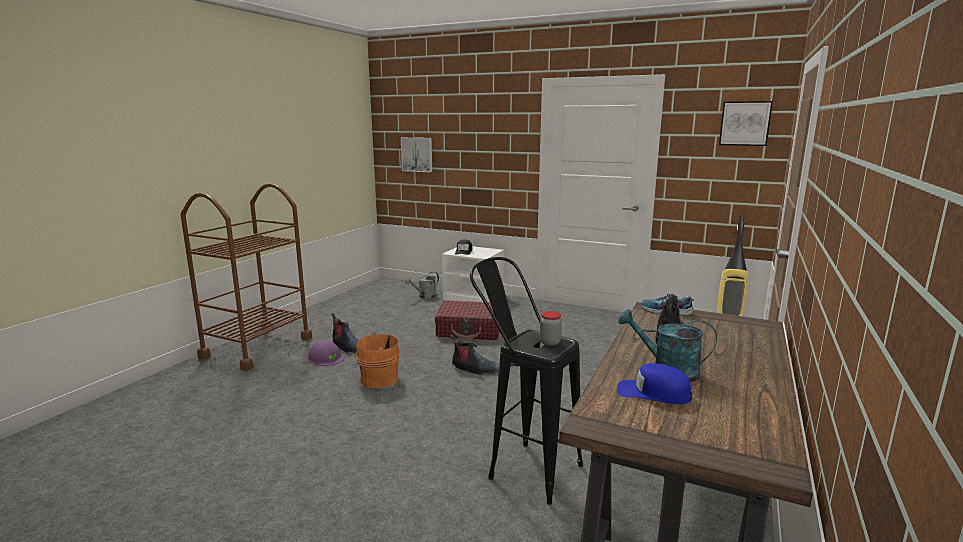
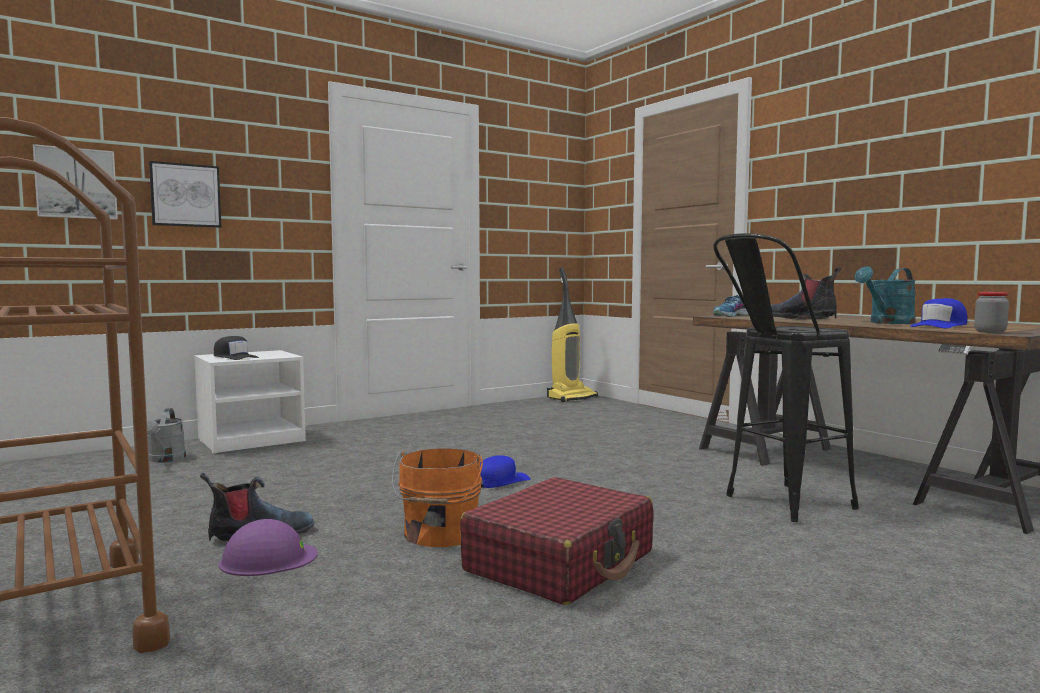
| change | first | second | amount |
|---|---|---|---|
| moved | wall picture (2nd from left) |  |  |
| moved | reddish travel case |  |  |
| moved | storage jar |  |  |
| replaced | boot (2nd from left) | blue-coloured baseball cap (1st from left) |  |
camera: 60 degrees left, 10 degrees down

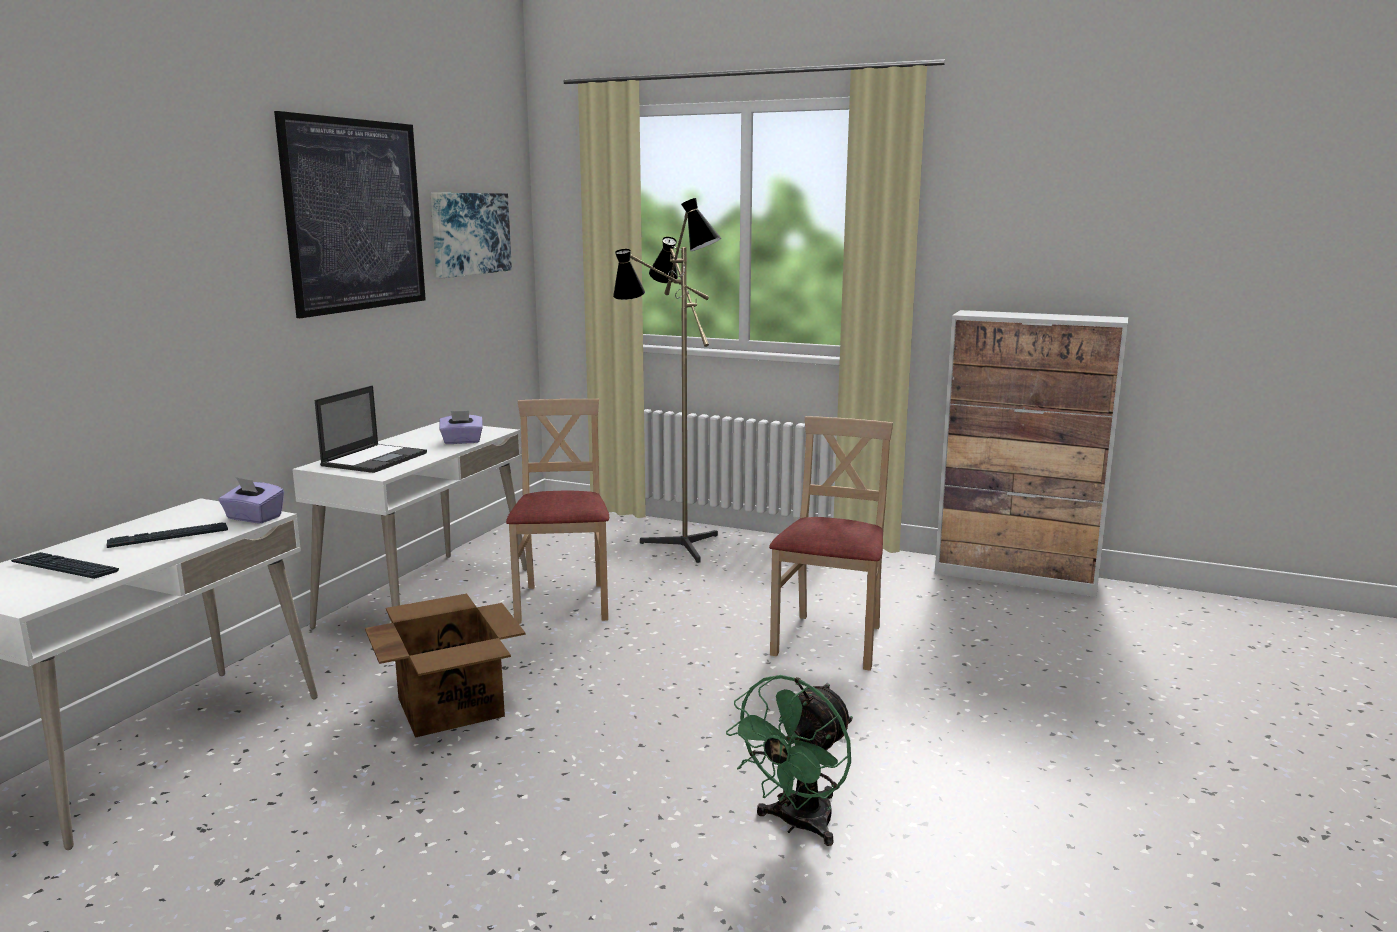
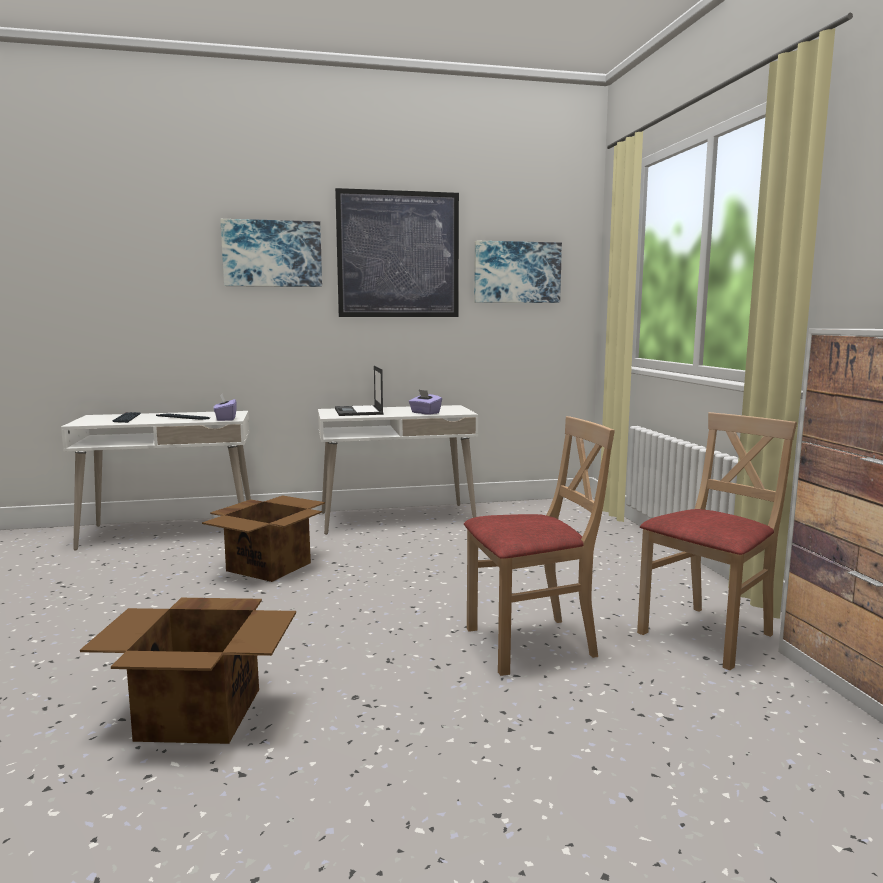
| change | first | second | amount |
|---|---|---|---|
| removed | standing lamp |  |  |
| turned | portable computer |  | 90 degrees clockwise |
| moved | beige chair (1st from left in the first image) | beige chair (2nd from left) |  |
| replaced | green-coloured cooling fan | carton (1st from left) |  |
| added |  | wall picture (1st from left) |  |
camera: 55 degrees right, 5 degrees down

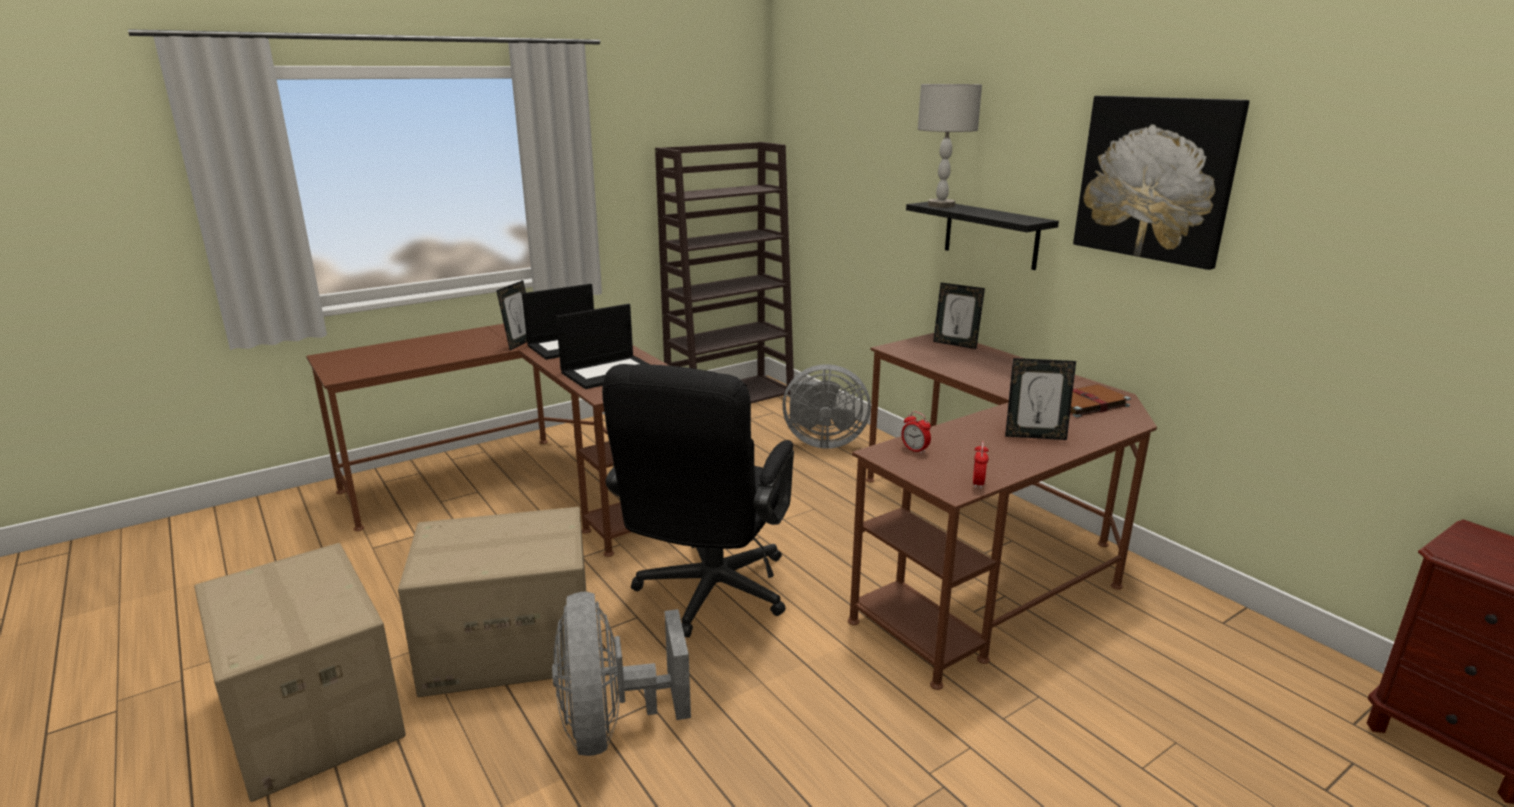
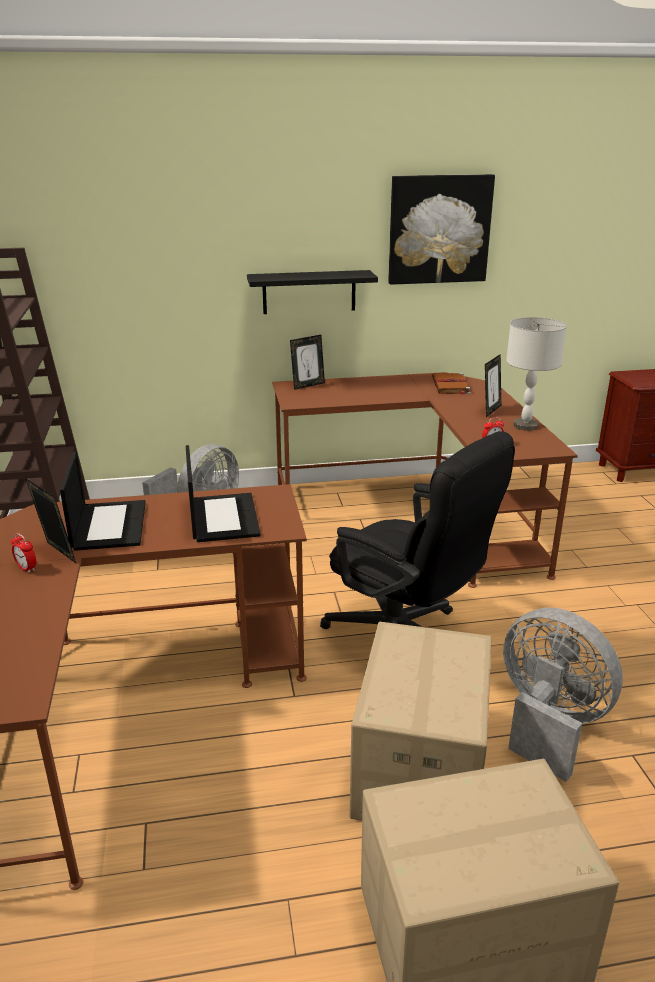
| change | first | second | amount |
|---|---|---|---|
| moved | gray tabletop lamp |  |  |
| moved | table clock (2nd from left in the first image) | table clock (1st from left) |  |
| turned | gray cooling fan (1st from left in the first image) | gray cooling fan (2nd from left) | 150 degrees counterclockwise |
camera: 65 degrees left, 5 degrees up

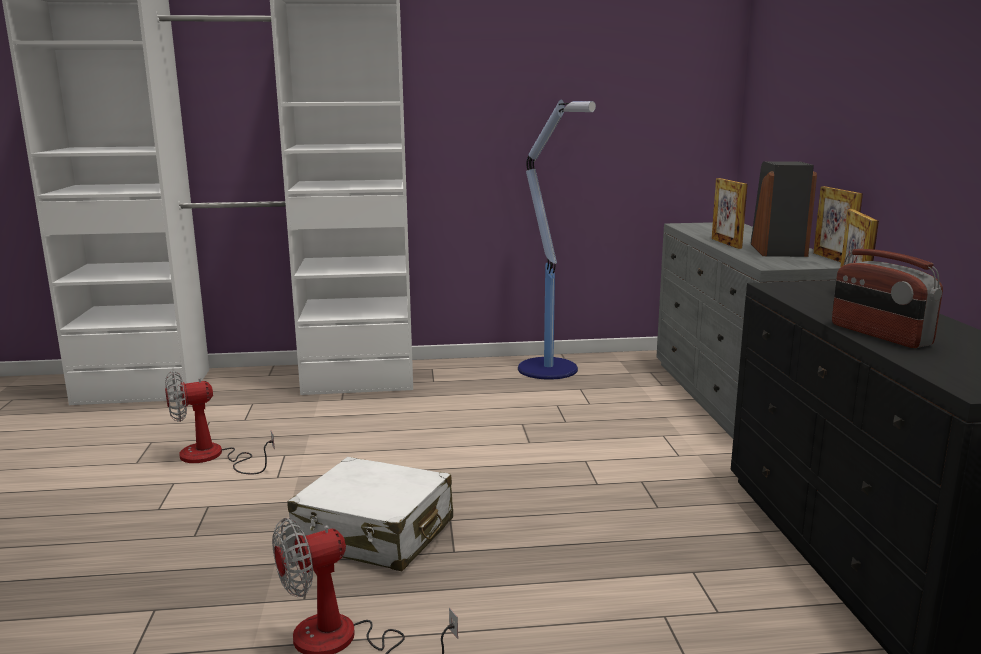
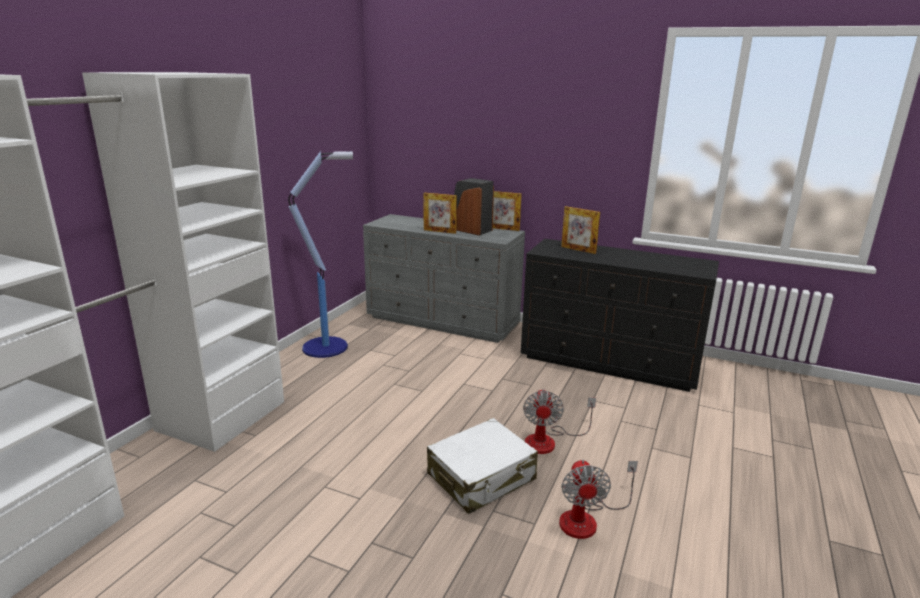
| change | first | second | amount |
|---|---|---|---|
| removed | radio set |  |  |
| moved | cooling fan (1st from left) |  |  |
camera: 60 degrees left, 5 degrees up

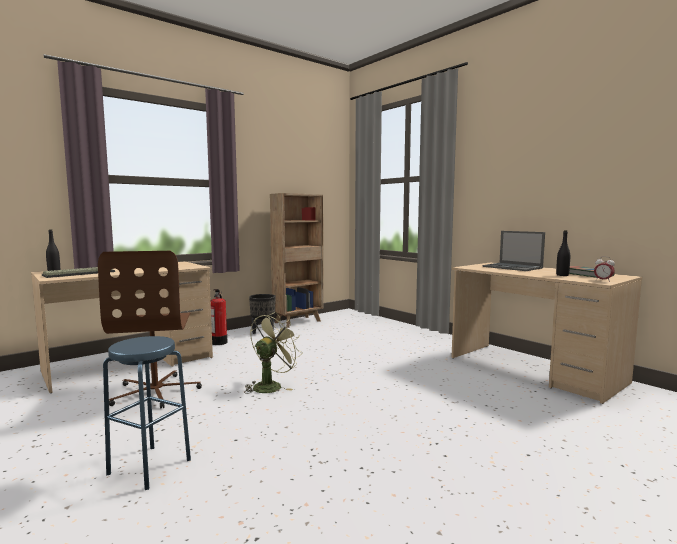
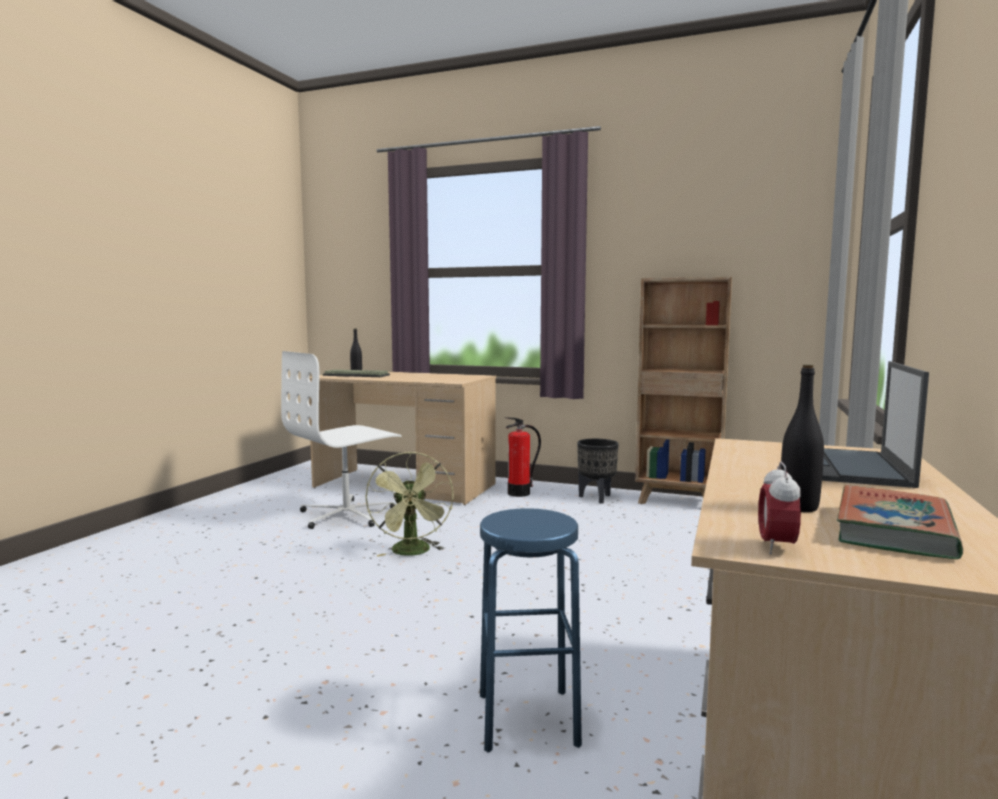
| change | first | second | amount |
|---|---|---|---|
| recoloured | brown-coloured computer chair | whitish computer chair |  |
| turned | green-coloured cooling fan |  | 75 degrees clockwise |
| moved | blue-coloured stool seat |  |  |
camera: 60 degrees right, 0 degrees up

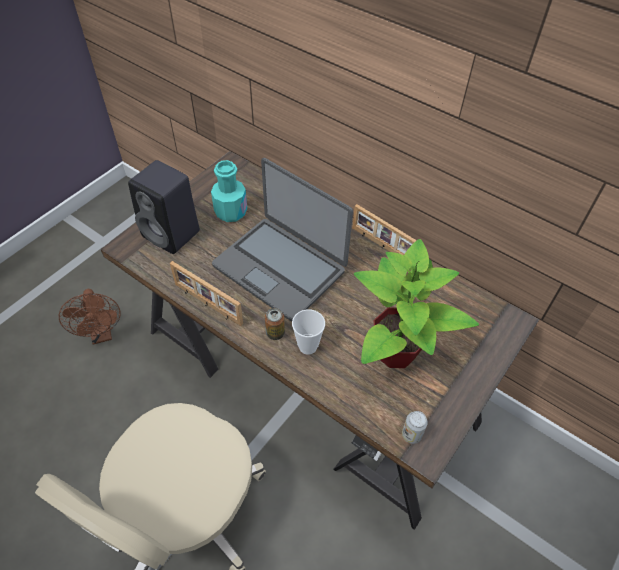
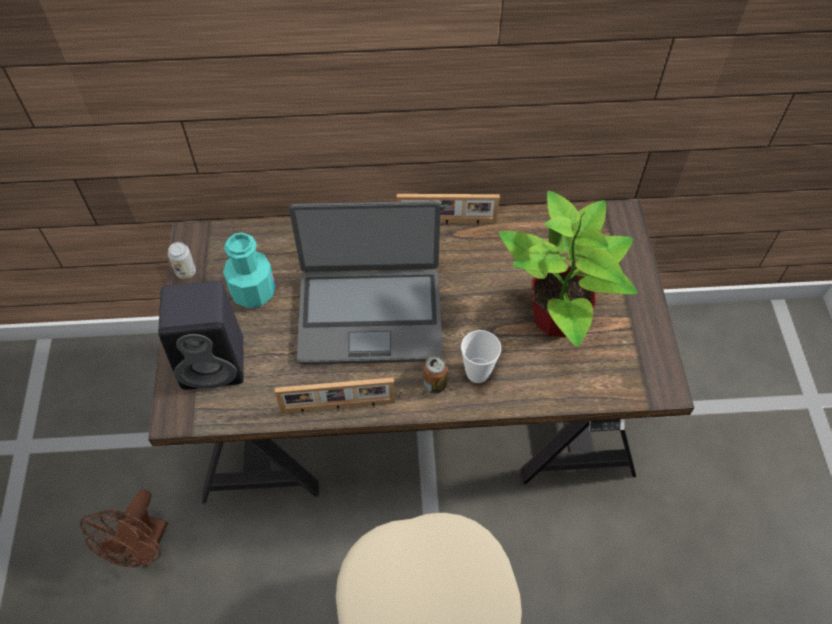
| change | first | second | amount |
|---|---|---|---|
| turned | brown-coloured cooling fan |  | 75 degrees clockwise |
| moved | metal can (2nd from left in the first image) | metal can (1st from left) |  |
camera: 40 degrees left, 5 degrees up

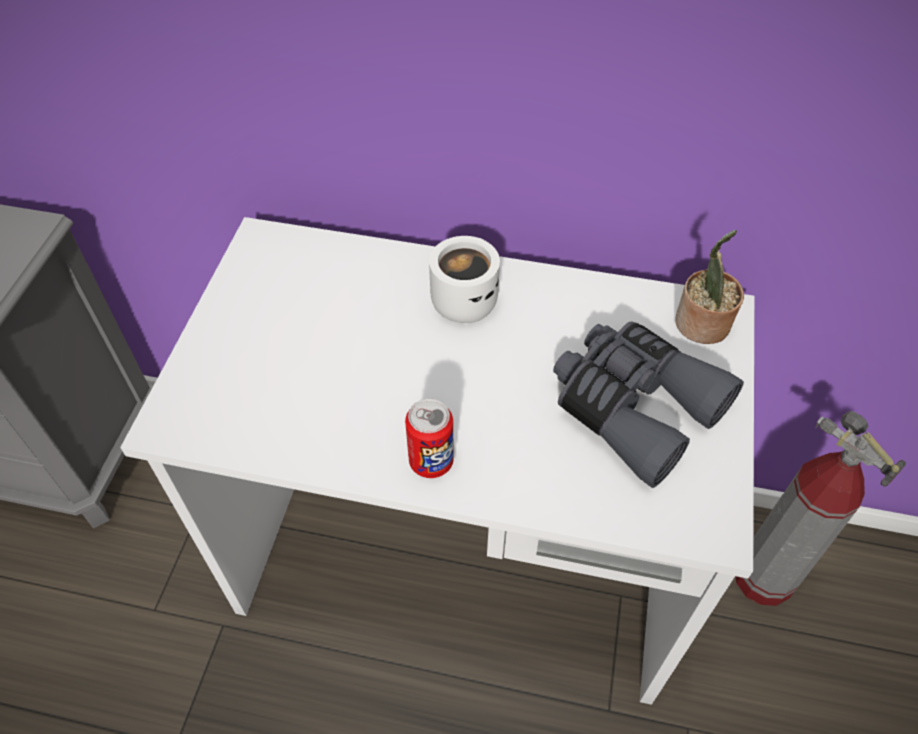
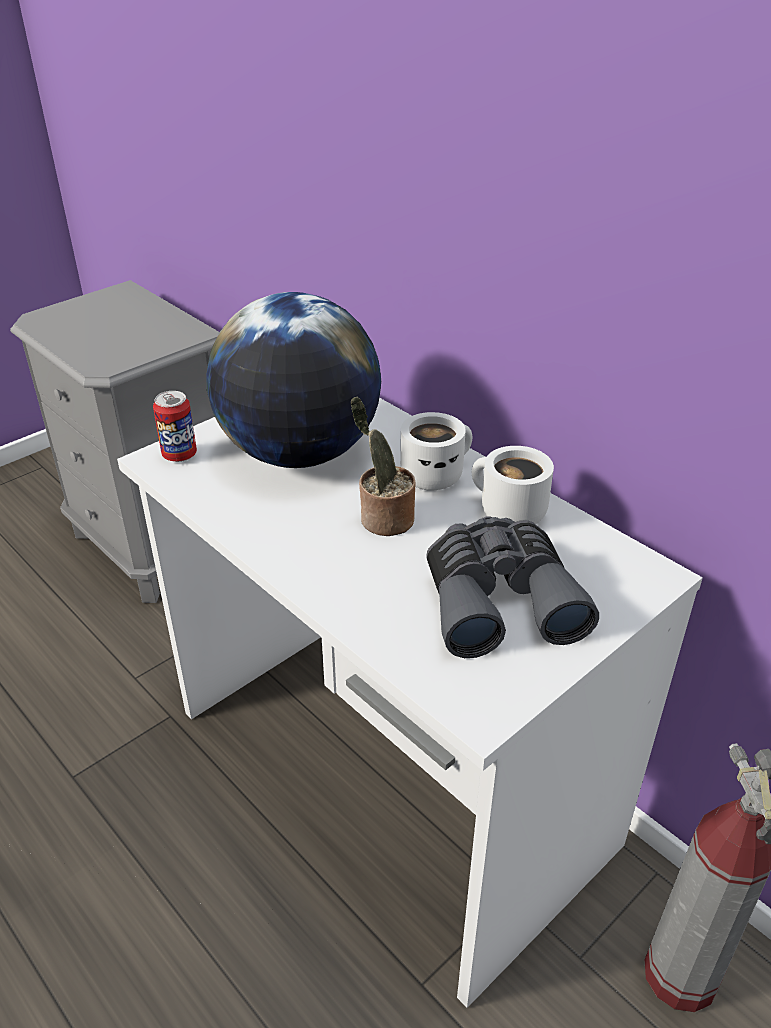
| change | first | second | amount |
|---|---|---|---|
| moved | houseplant |  |  |
| moved | metal can |  |  |
| added |  | world globe |  |
| added |  | whitish coffee mug (2nd from left) |  |
camera: 35 degrees right, 15 degrees down

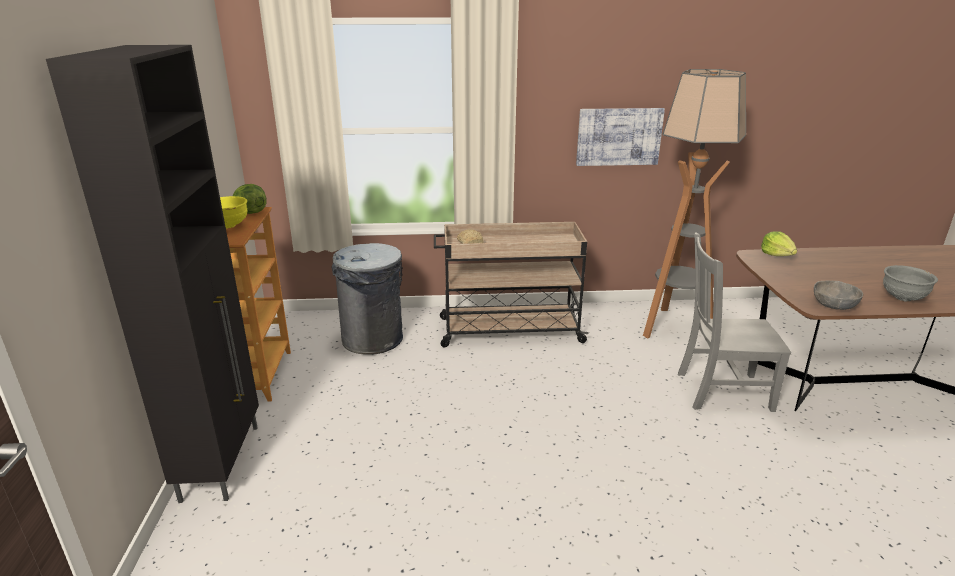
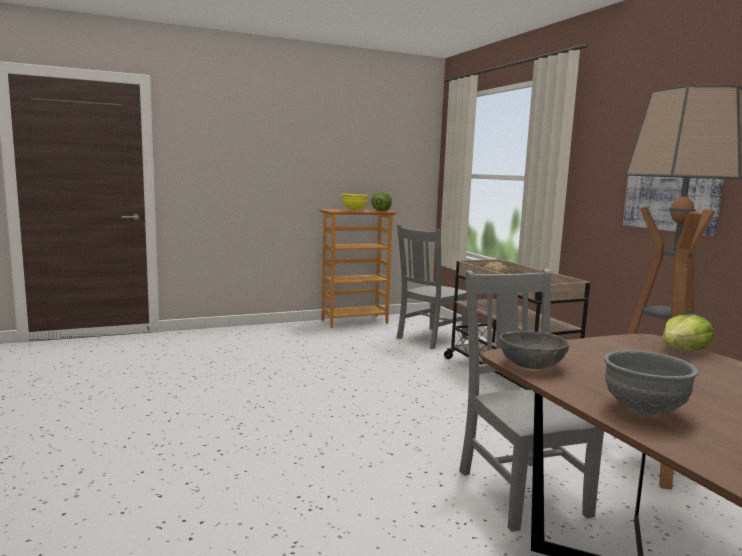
| change | first | second | amount |
|---|---|---|---|
| removed | blackish cupboard |  |  |
| replaced | gray trash can | gray chair (1st from left) |  |
camera: 70 degrees right, 15 degrees down

